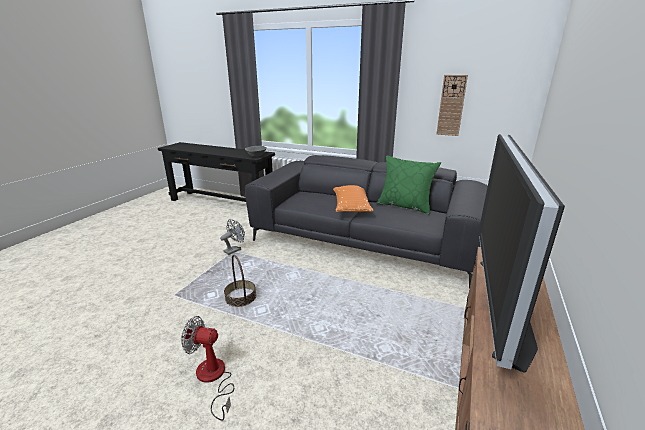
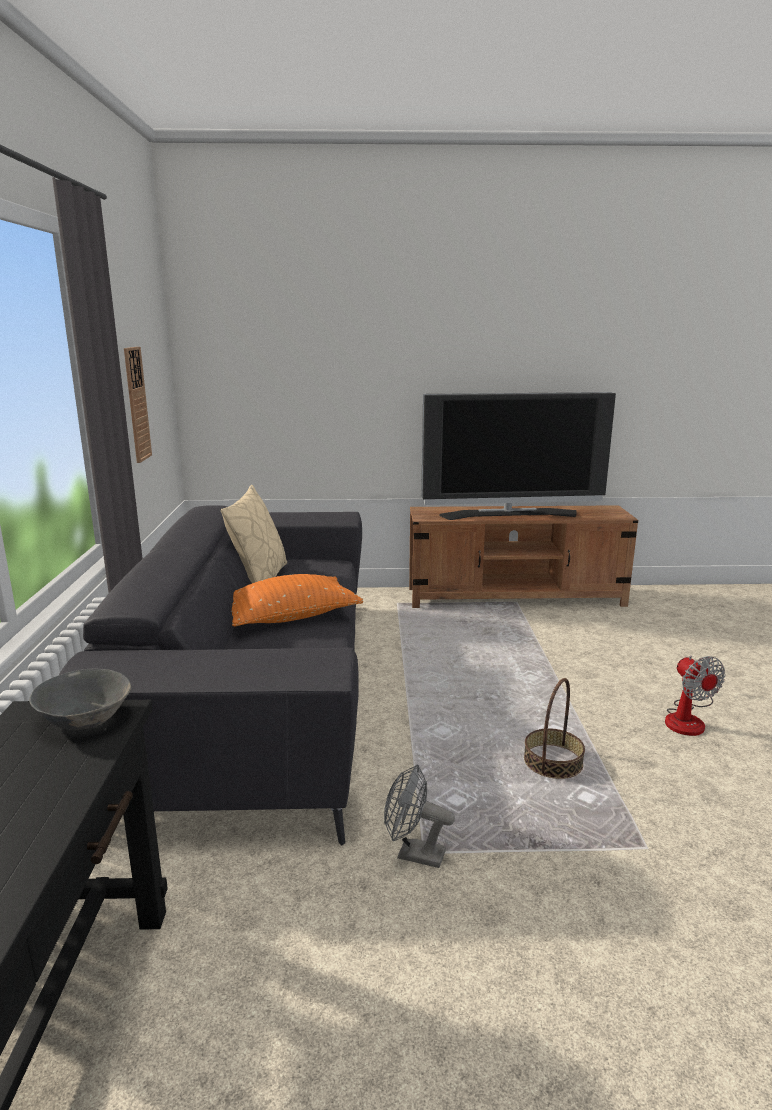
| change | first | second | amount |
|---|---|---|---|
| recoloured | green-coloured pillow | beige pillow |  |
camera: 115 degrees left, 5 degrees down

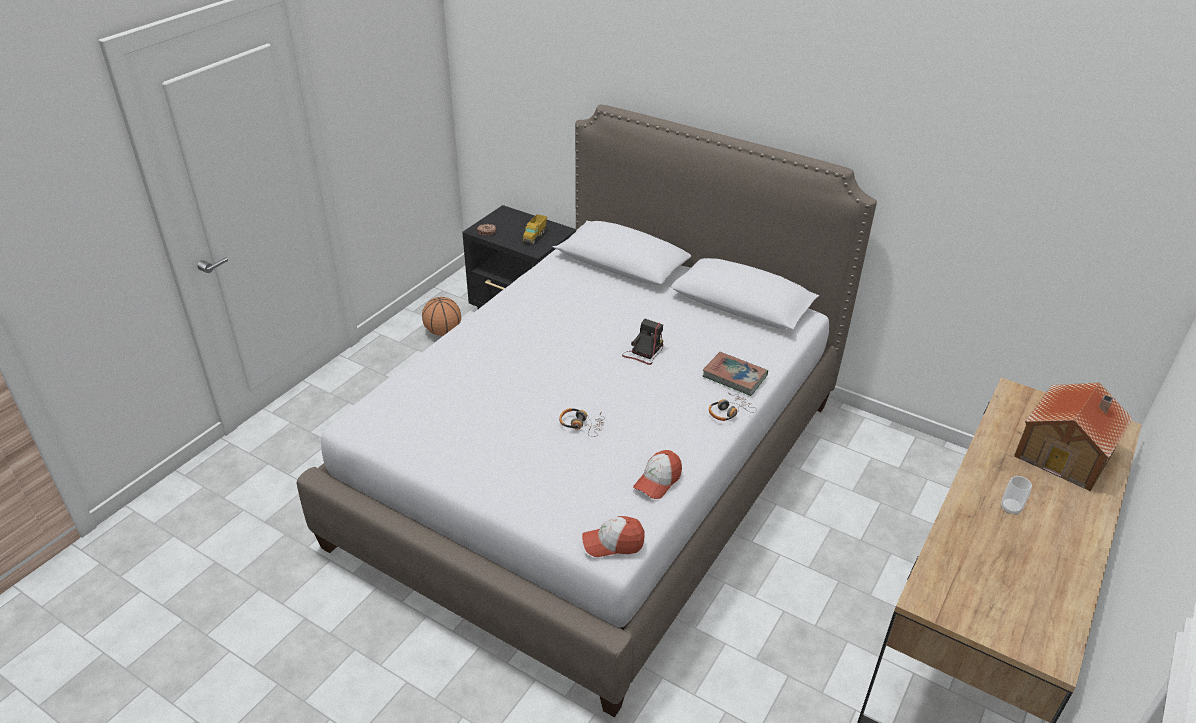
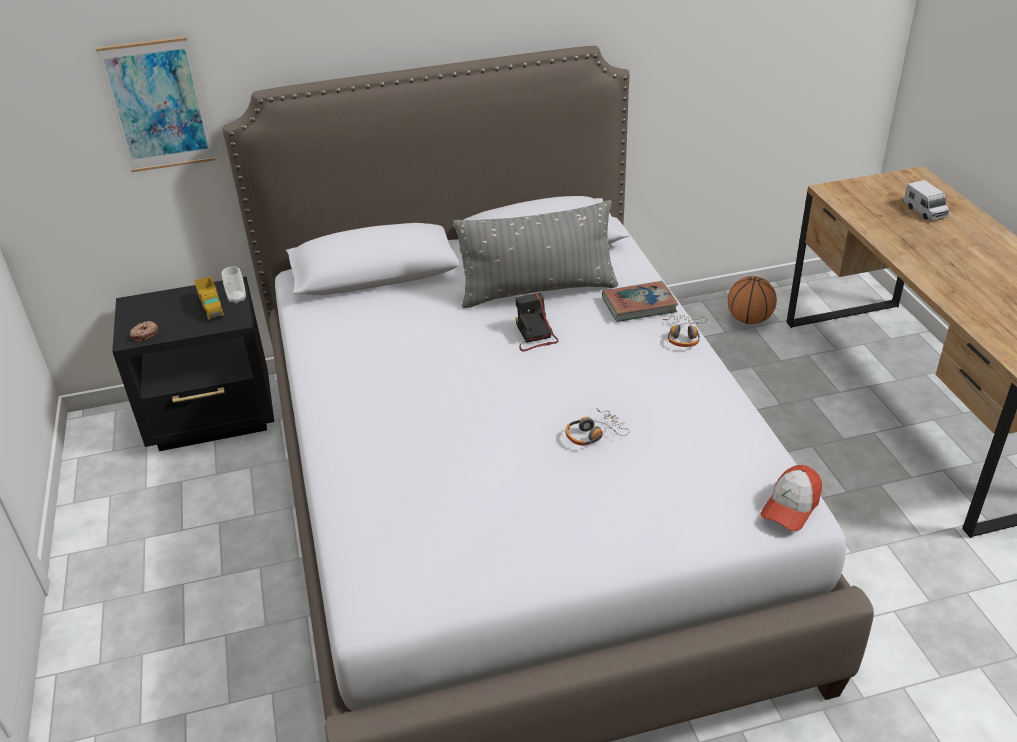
| change | first | second | amount |
|---|---|---|---|
| moved | ball for basketball |  |  |
| replaced | miniature house | model truck (2nd from left) |  |
| removed | baseball cap (2nd from left) |  |  |
| moved | drinking cup |  |  |
| added |  | wall picture |  |
| added |  | gray pillow |  |
camera: 45 degrees left, 0 degrees up

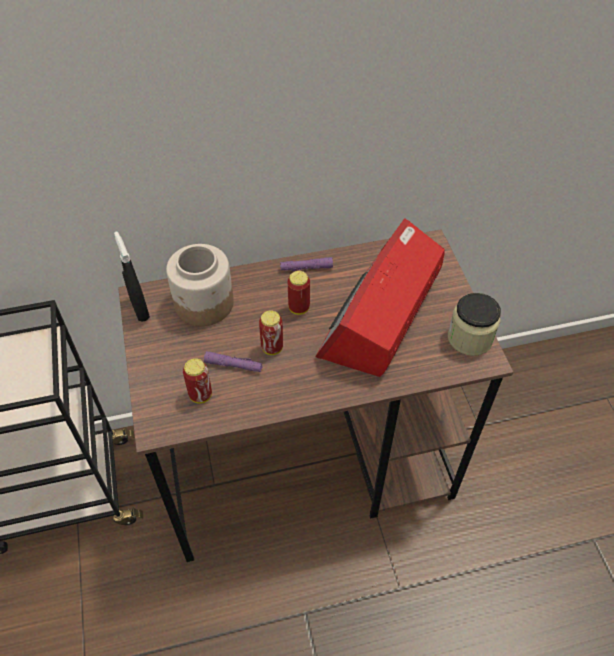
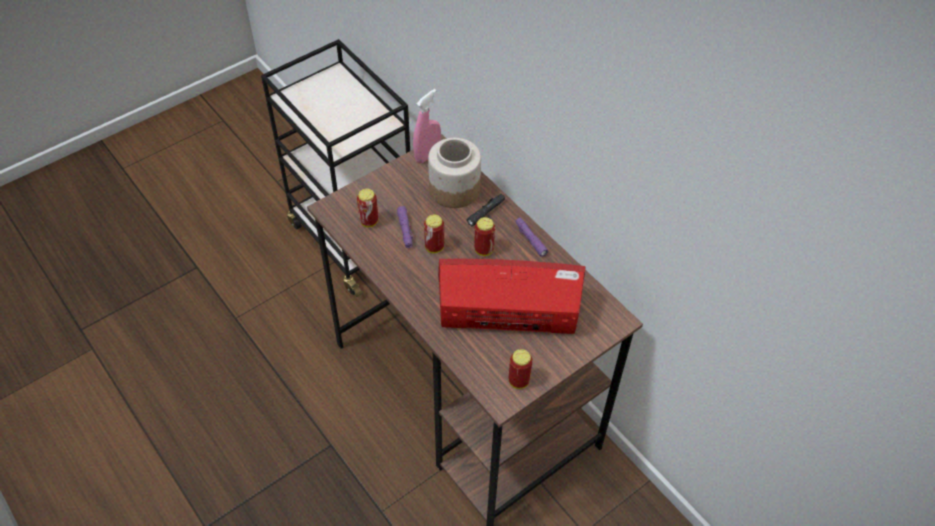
| change | first | second | amount |
|---|---|---|---|
| recoloured | blackish spray bottle | pinkish spray bottle |  |
| replaced | storage jar (2nd from left) | metal can (4th from left) |  |
| added |  | blackish hand torch |  |
camera: 65 degrees right, 0 degrees up

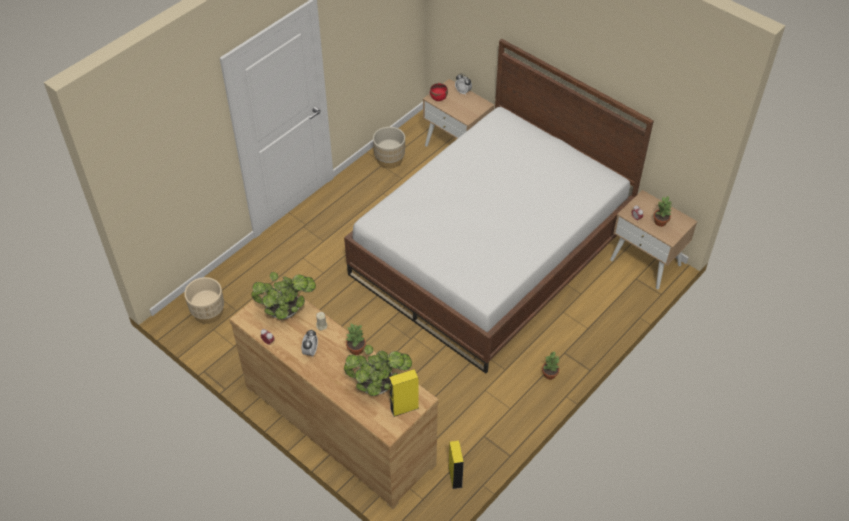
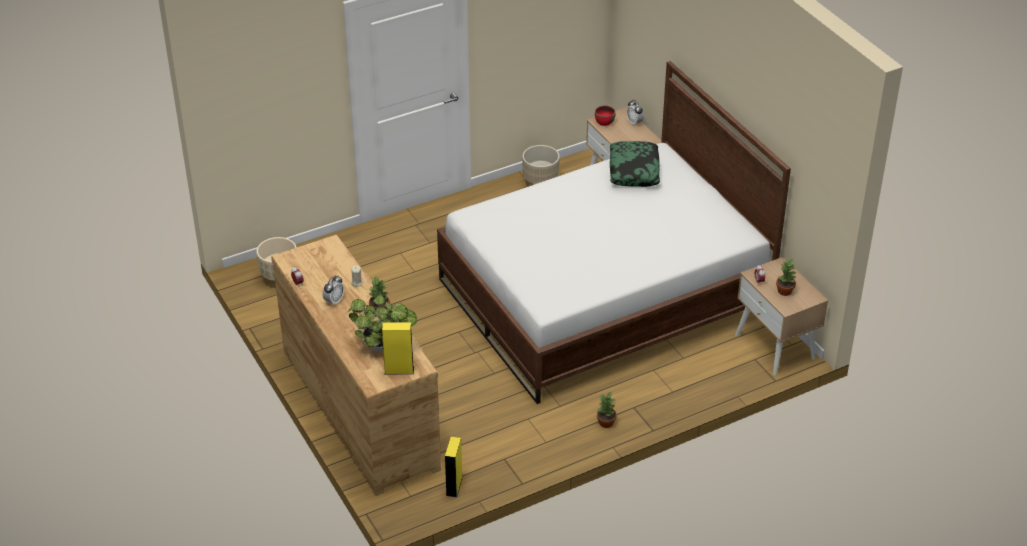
| change | first | second | amount |
|---|---|---|---|
| removed | houseplant (1st from left) |  |  |
| added |  | pillow |  |
camera: 20 degrees right, 10 degrees down

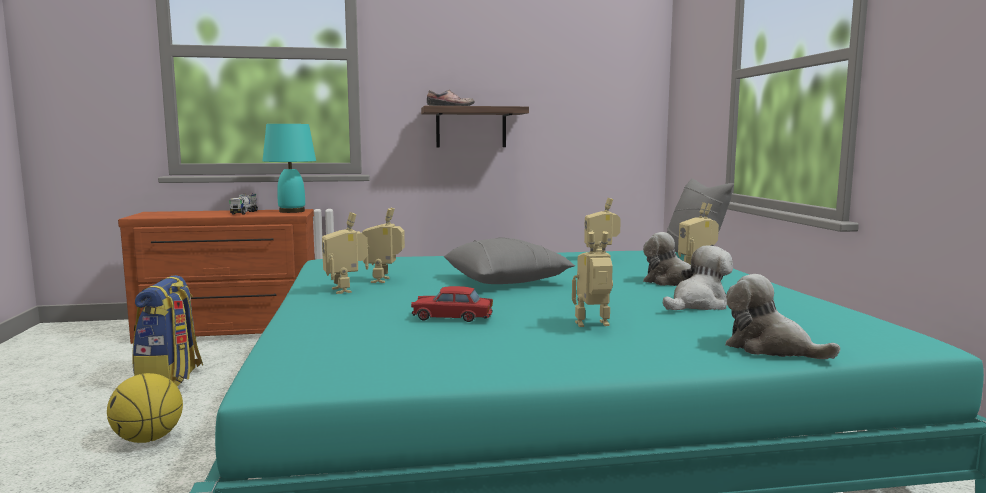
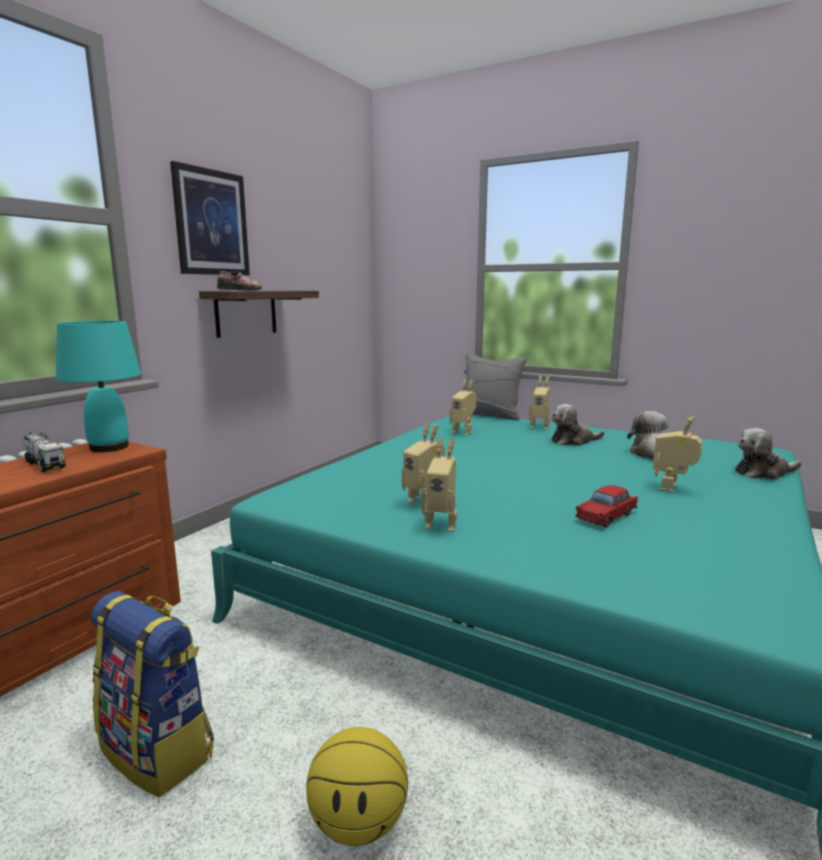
| change | first | second | amount |
|---|---|---|---|
| removed | gray pillow (1st from left) |  |  |
| added |  | wall picture |  |
camera: 50 degrees left, 5 degrees up

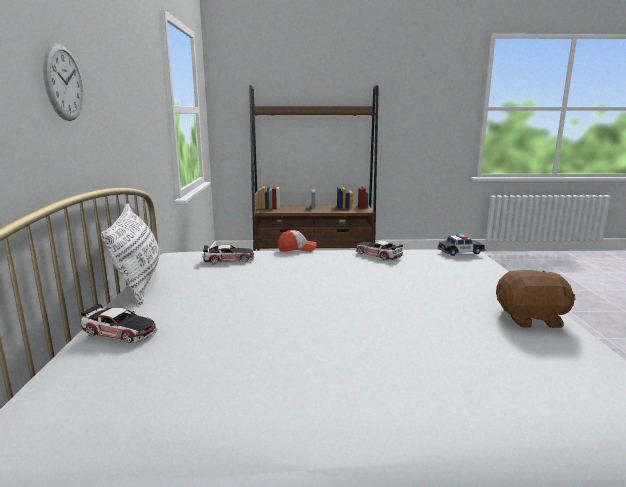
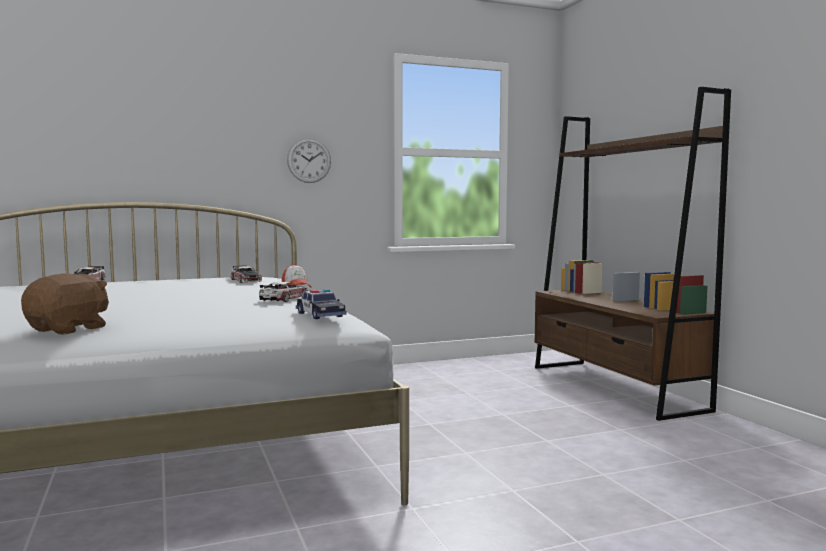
| change | first | second | amount |
|---|---|---|---|
| moved | wall clock |  |  |
| removed | whitish pillow |  |  |
| turned | brown-coloured cuddly toy |  | 135 degrees counterclockwise |
camera: 70 degrees right, 10 degrees down

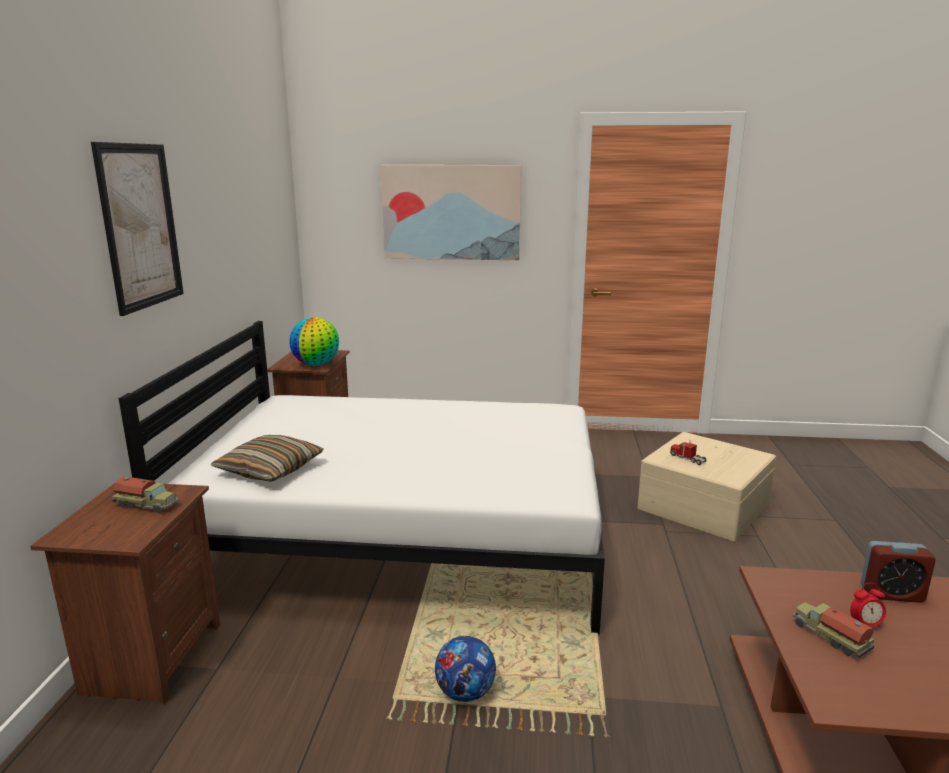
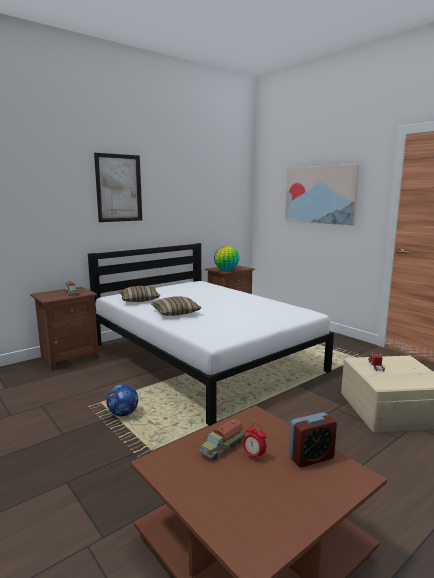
| change | first | second | amount |
|---|---|---|---|
| turned | table clock (2nd from left) |  | 75 degrees counterclockwise |
| turned | model truck (3rd from left in the first image) | model truck (2nd from left) | 150 degrees counterclockwise |
| added |  | pillow (2nd from left) |  |
camera: 45 degrees right, 5 degrees down

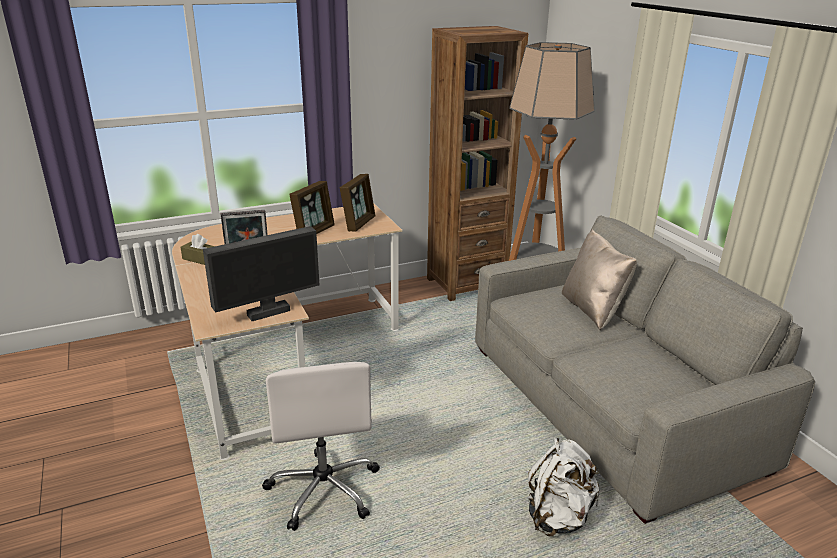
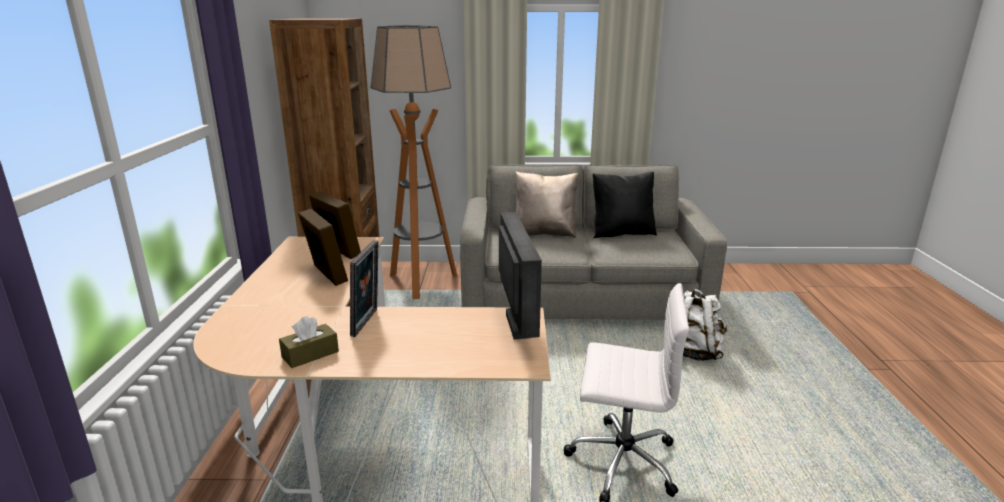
| change | first | second | amount |
|---|---|---|---|
| added |  | blackish pillow |  |
camera: 65 degrees left, 5 degrees down

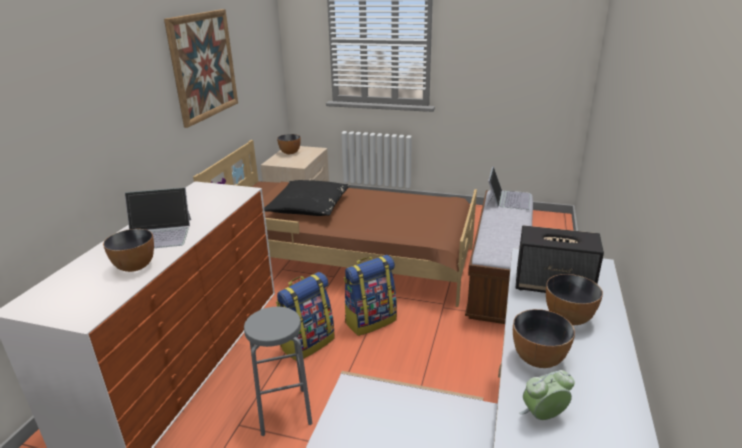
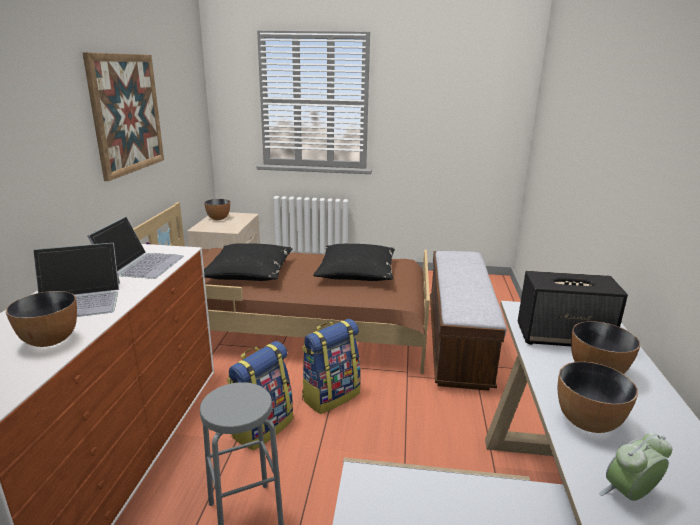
| change | first | second | amount |
|---|---|---|---|
| moved | portable computer (2nd from left) |  |  |
| added |  | blackish pillow (2nd from left) |  |
camera: 10 degrees left, 5 degrees down

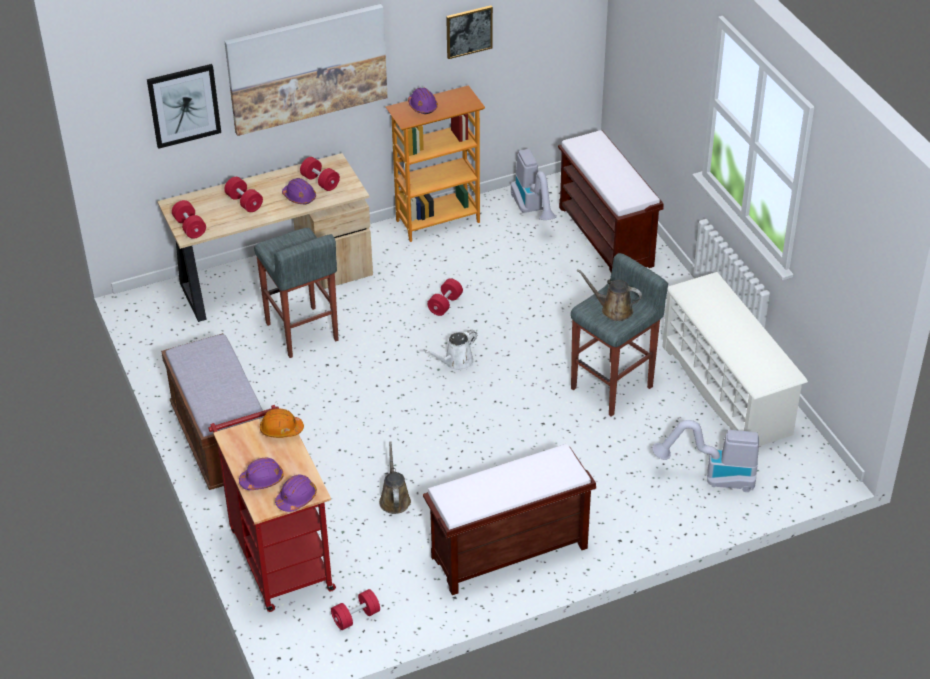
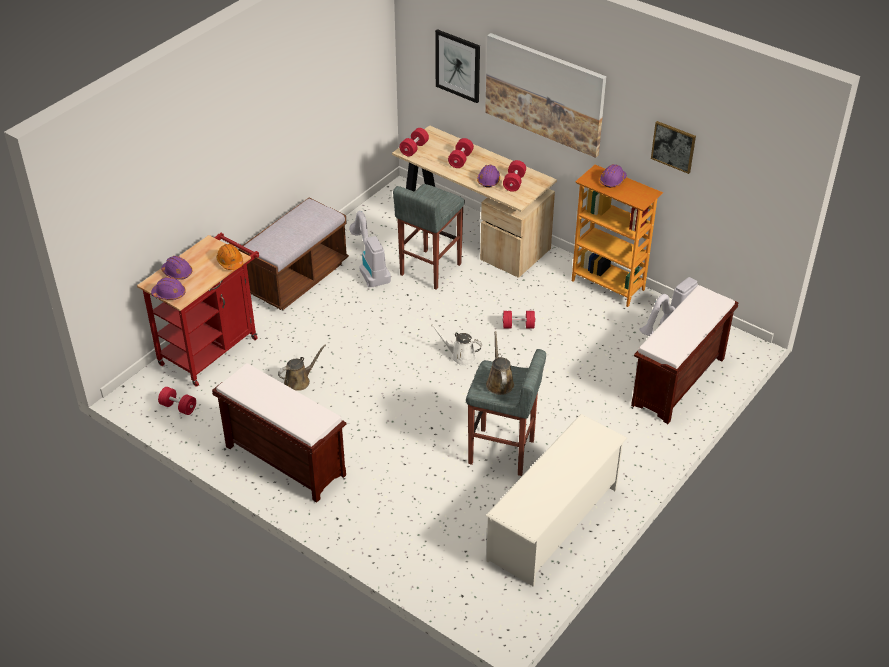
| change | first | second | amount |
|---|---|---|---|
| moved | vacuum cleaner (2nd from left in the first image) | vacuum cleaner (1st from left) |  |
camera: 60 degrees right, 0 degrees up

